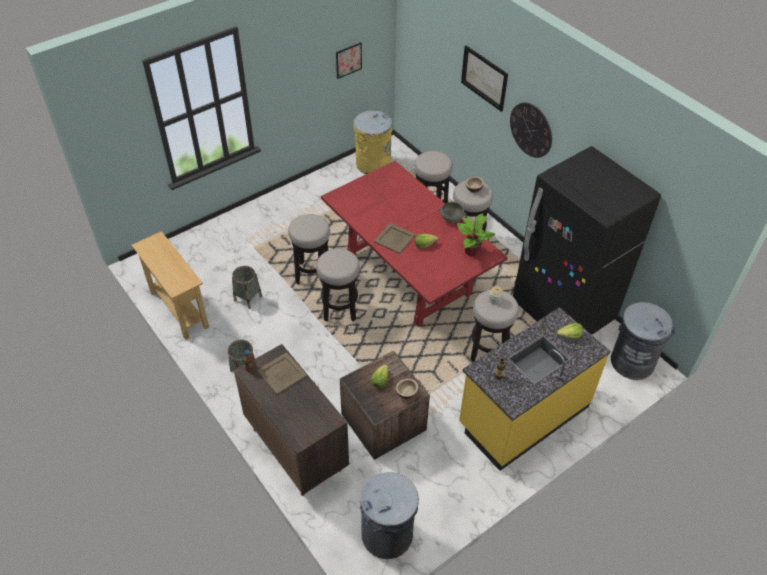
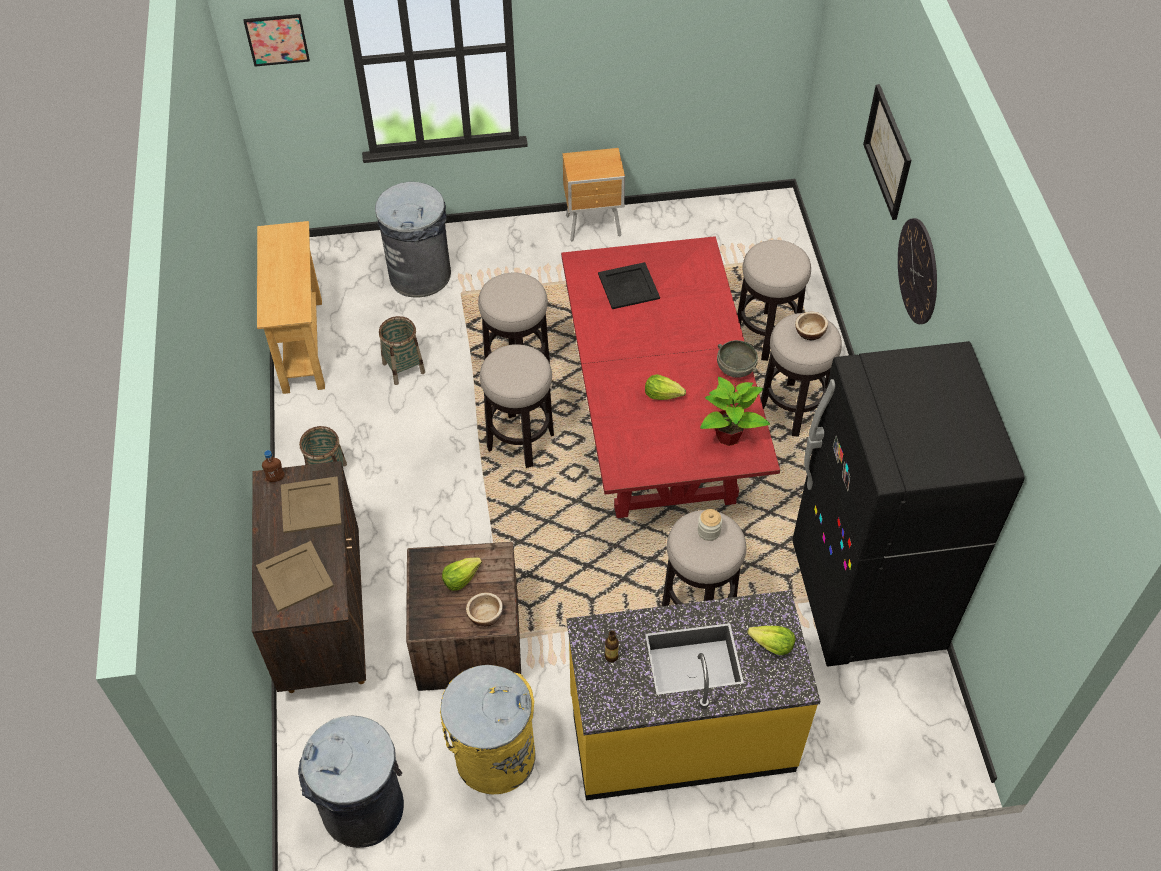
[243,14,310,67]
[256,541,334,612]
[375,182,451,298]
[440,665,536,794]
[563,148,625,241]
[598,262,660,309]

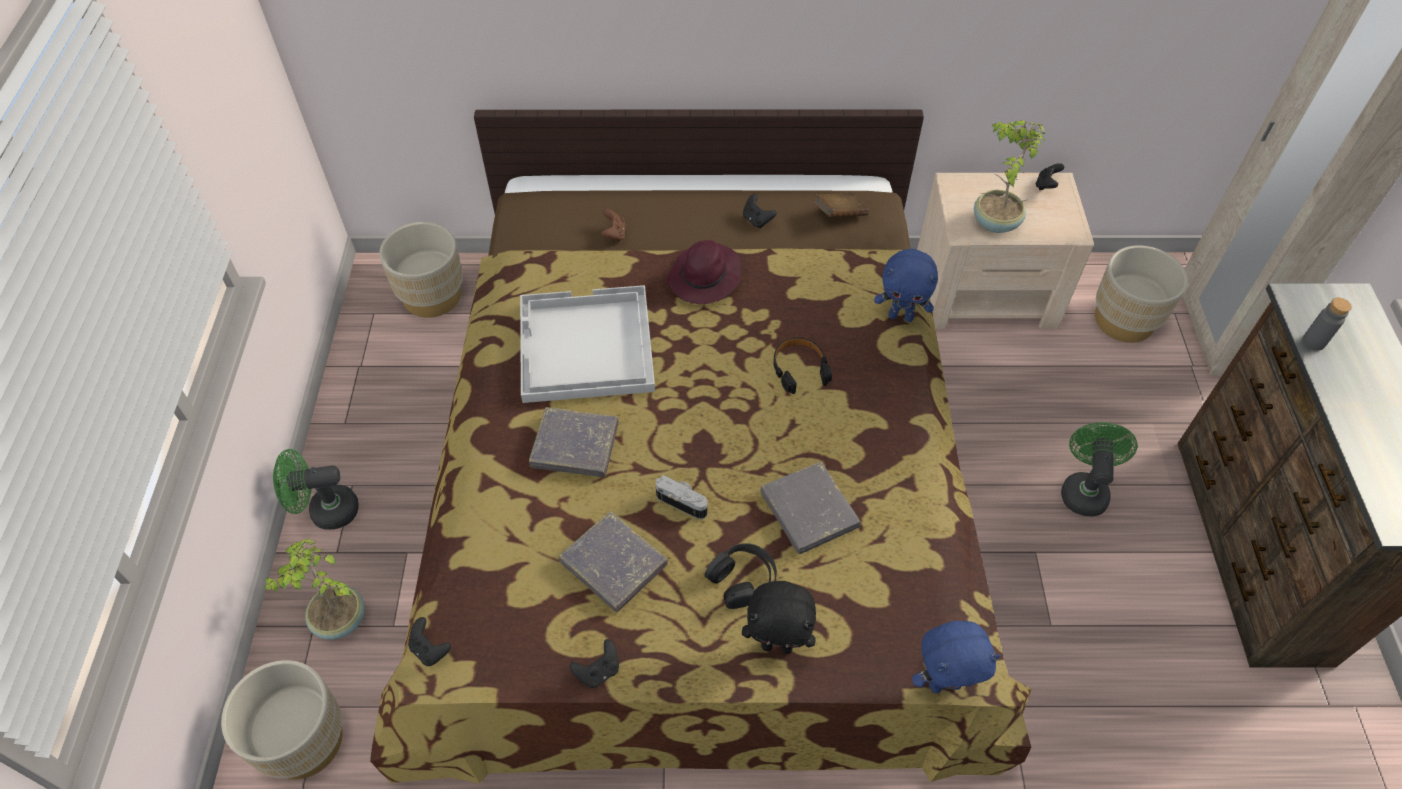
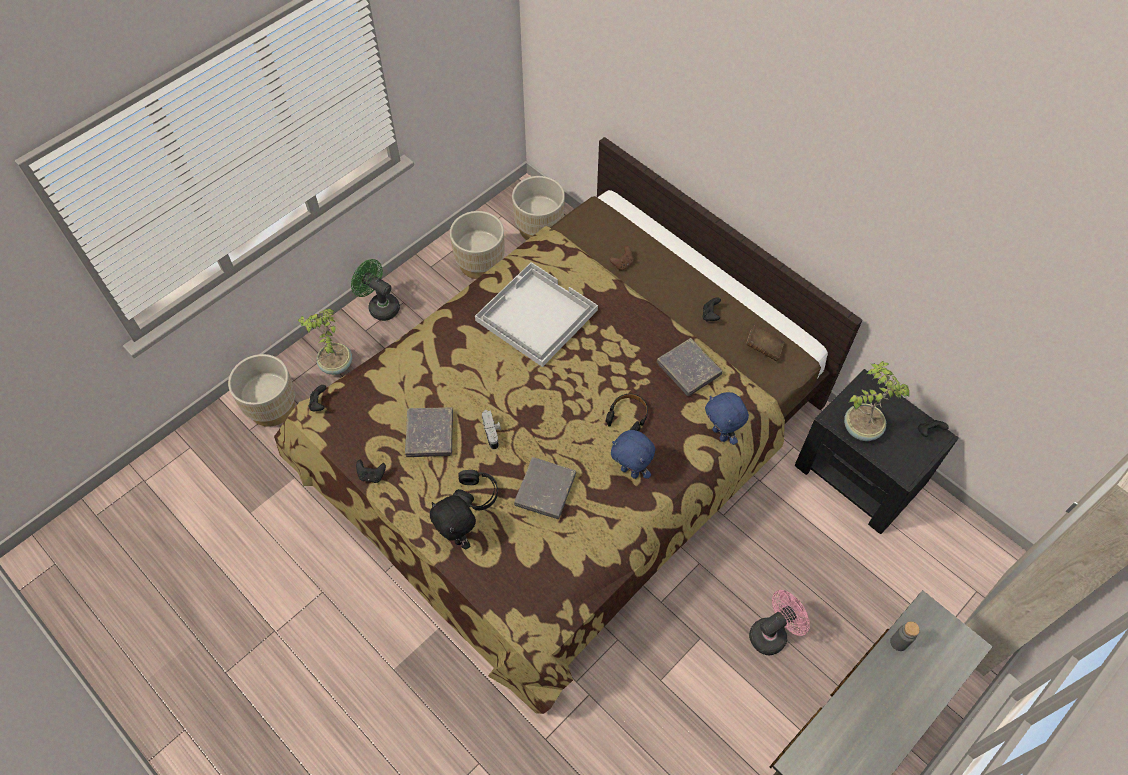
[450,211,505,279]
[611,430,655,479]
[657,338,722,397]
[749,590,810,655]
[795,369,959,534]
[667,240,741,304] (first image)

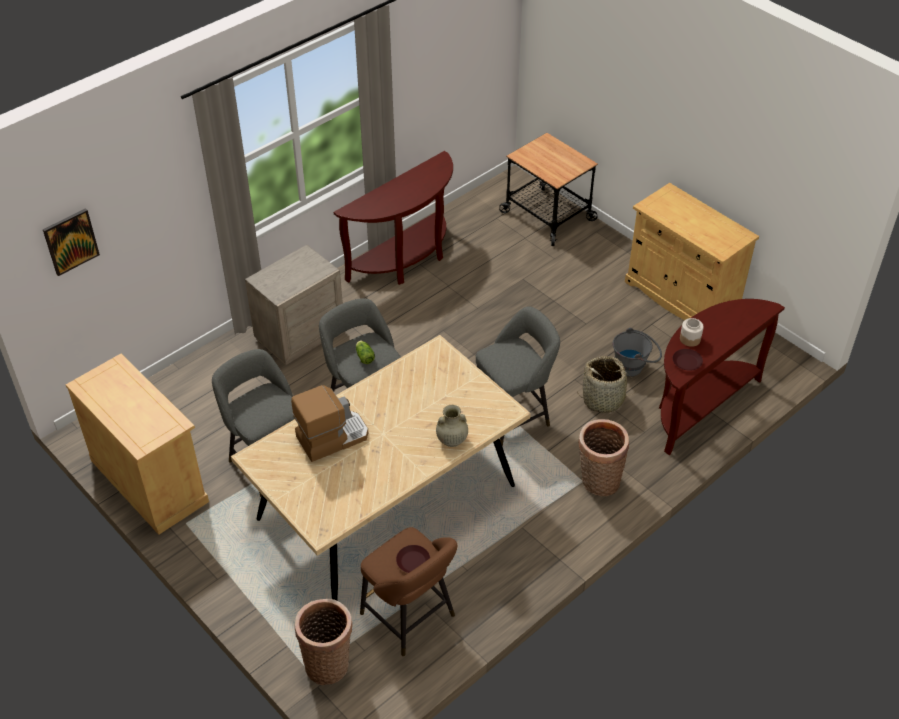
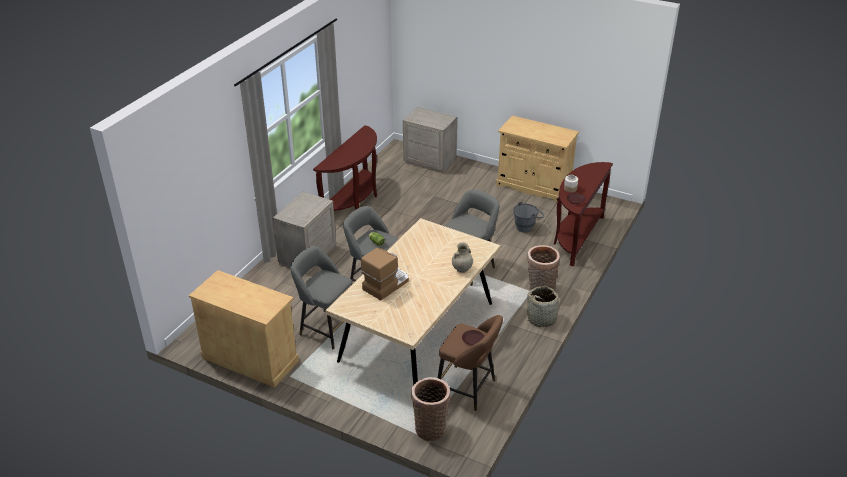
[403,107,457,173]
[525,286,560,327]
[43,208,100,276] (first image)

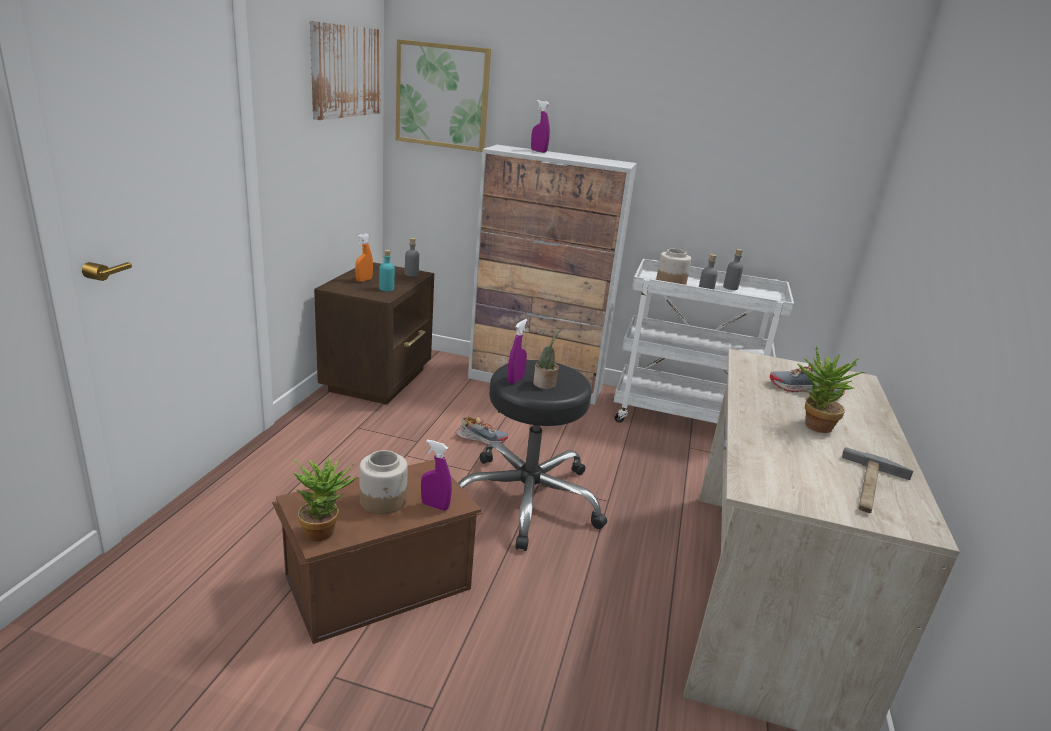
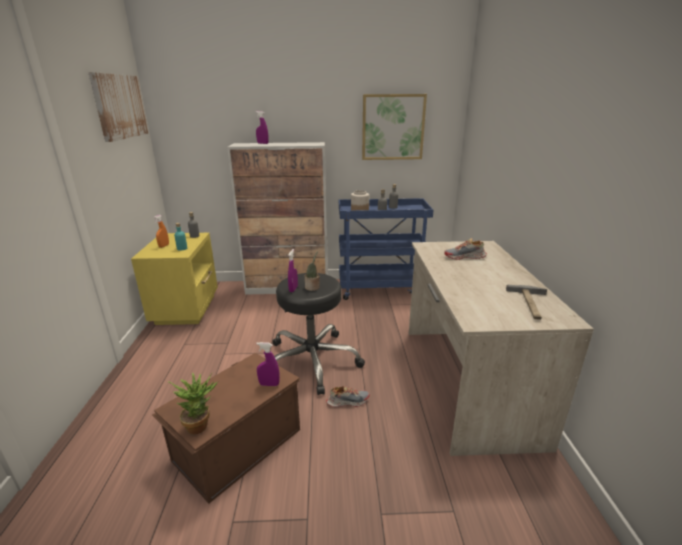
[131,233,218,325]
[326,386,369,407]
[339,198,434,300]
[362,94,427,160]
[359,450,408,514] (first image)
[798,347,865,433] (first image)

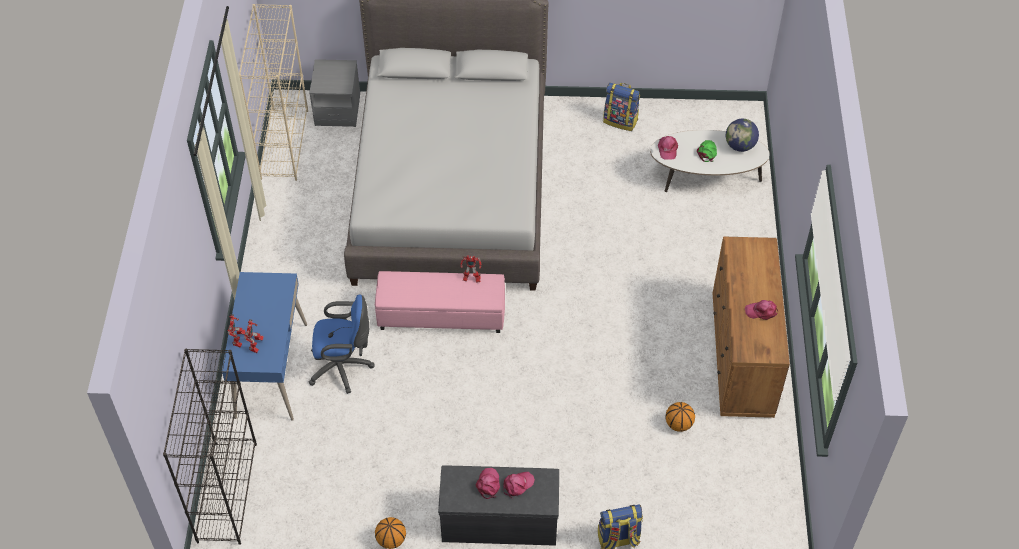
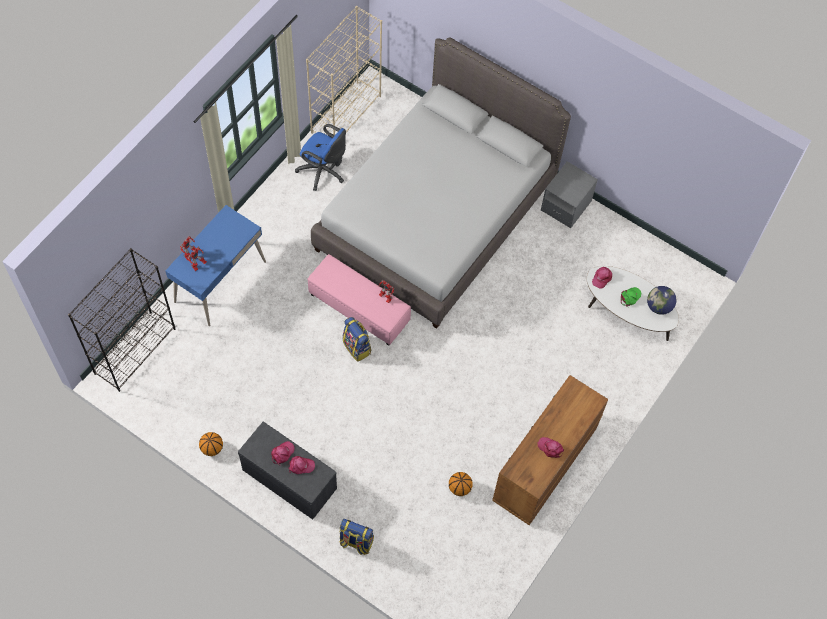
[295,124,346,191]
[343,317,371,362]
[541,161,598,229]

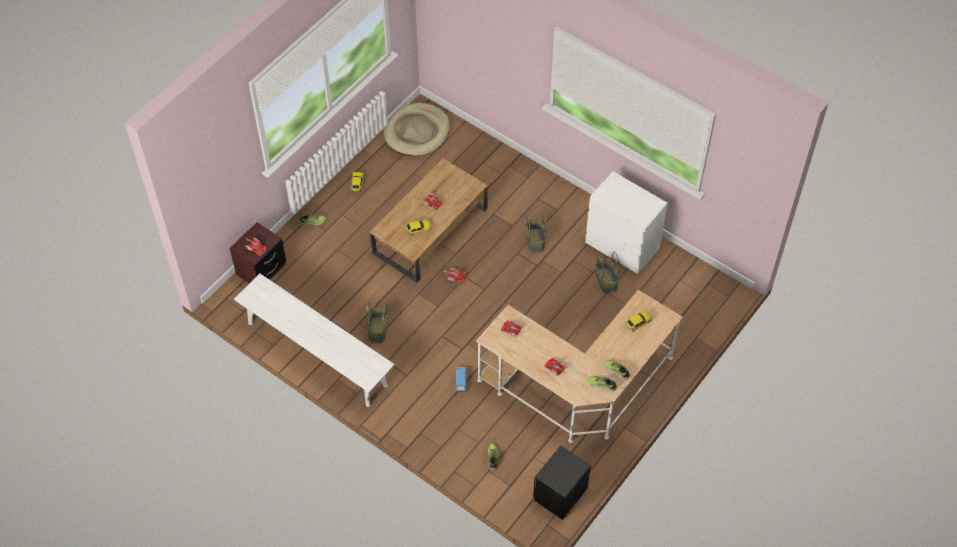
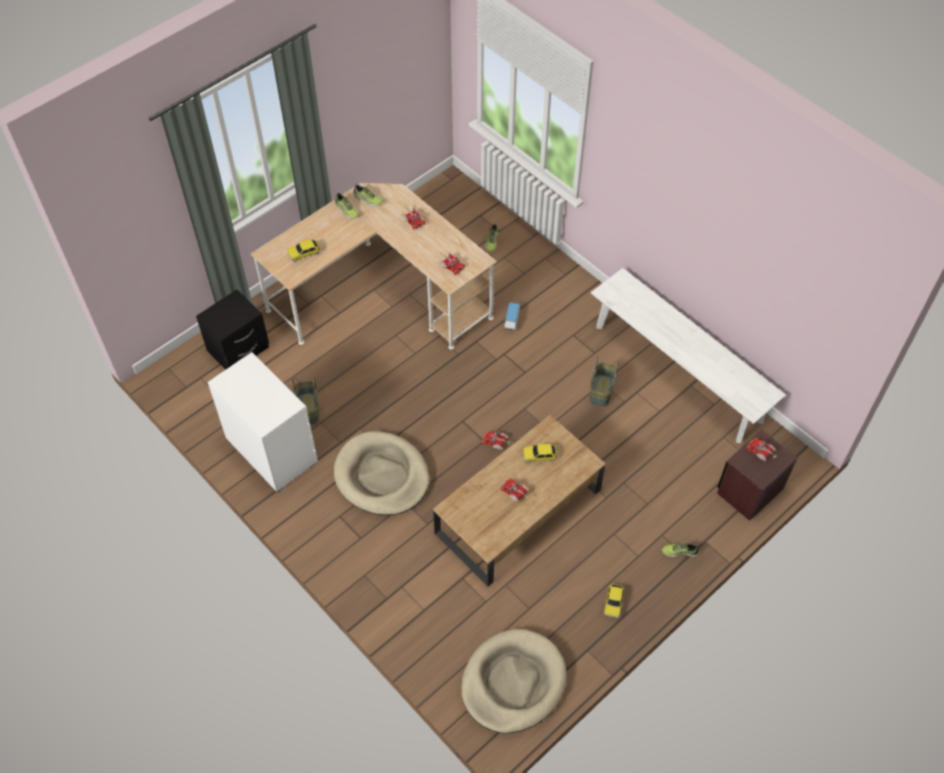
[196,289,269,370]
[334,431,430,515]

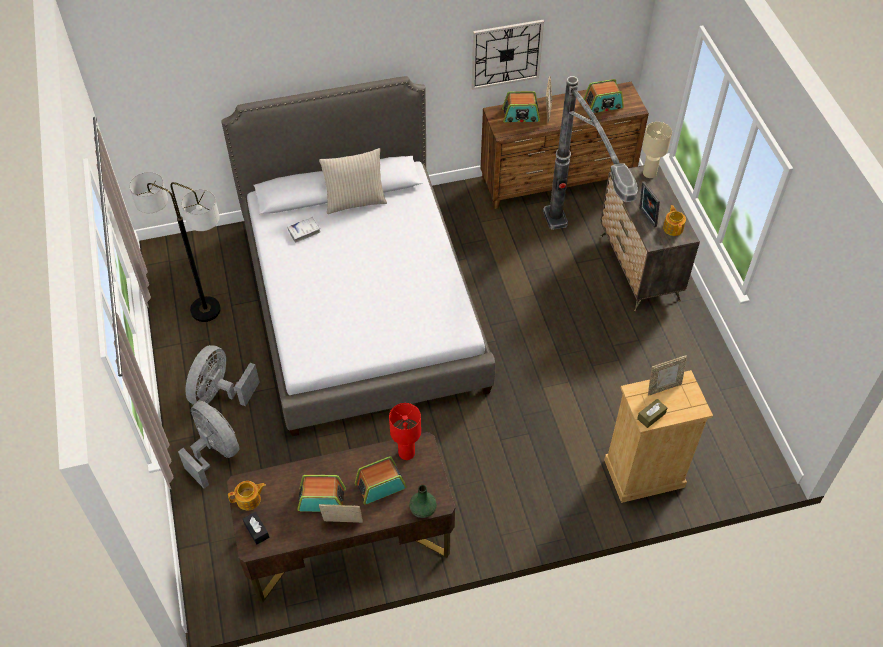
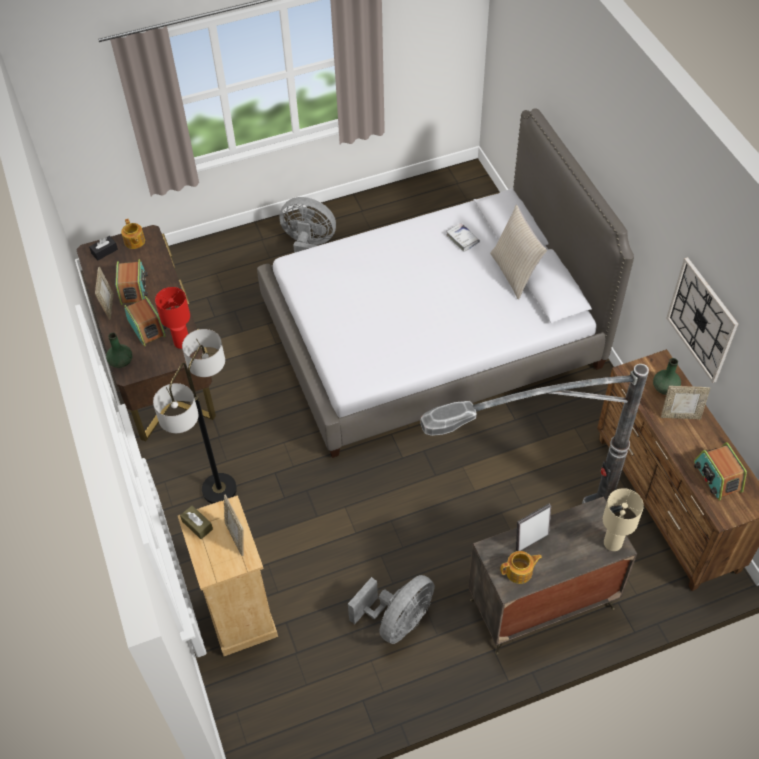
[153,329,237,504]
[348,575,435,644]
[653,358,681,395]

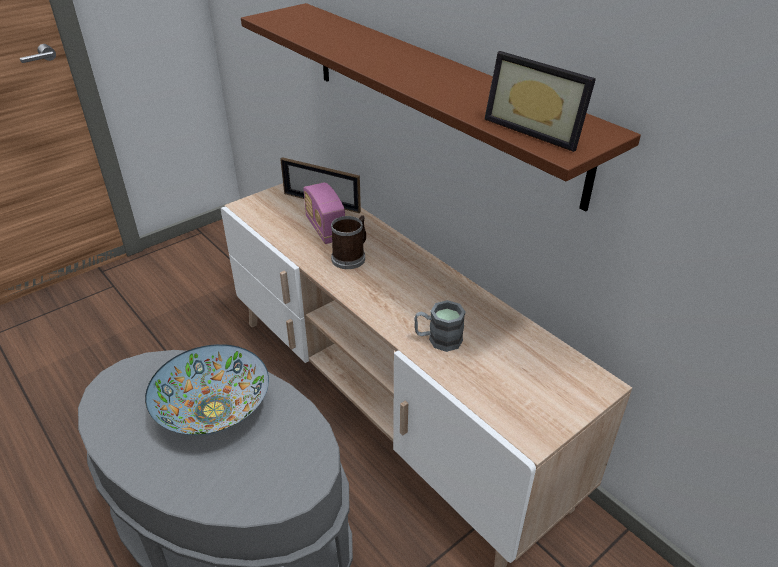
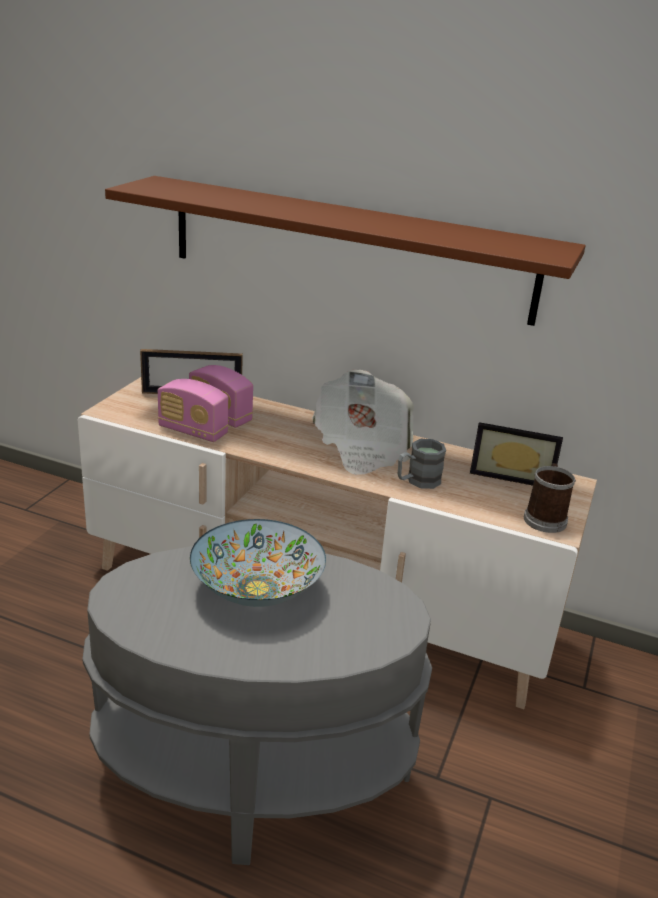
[158,379,229,442]
[312,370,414,475]
[470,422,563,486]
[524,463,576,533]

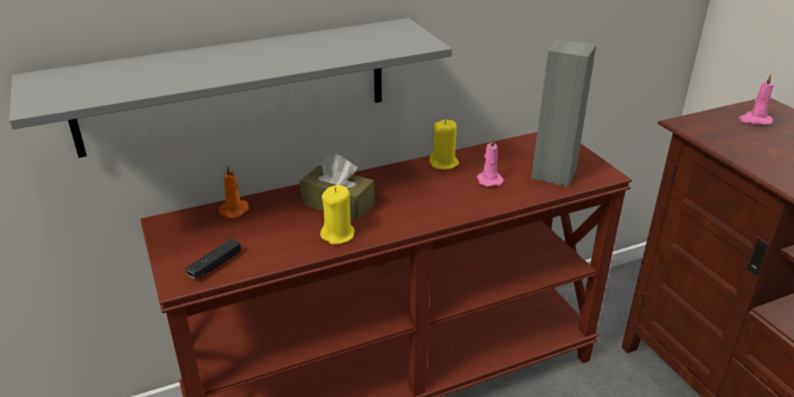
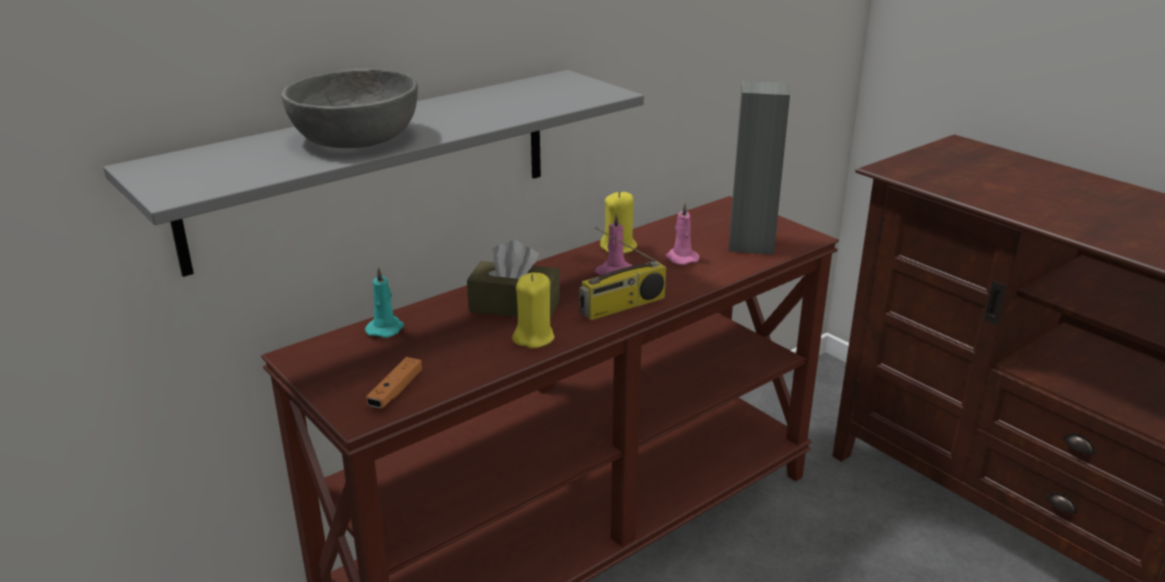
[282,69,418,148]
[365,267,404,338]
[366,357,422,408]
[579,227,666,320]
[594,213,633,275]

